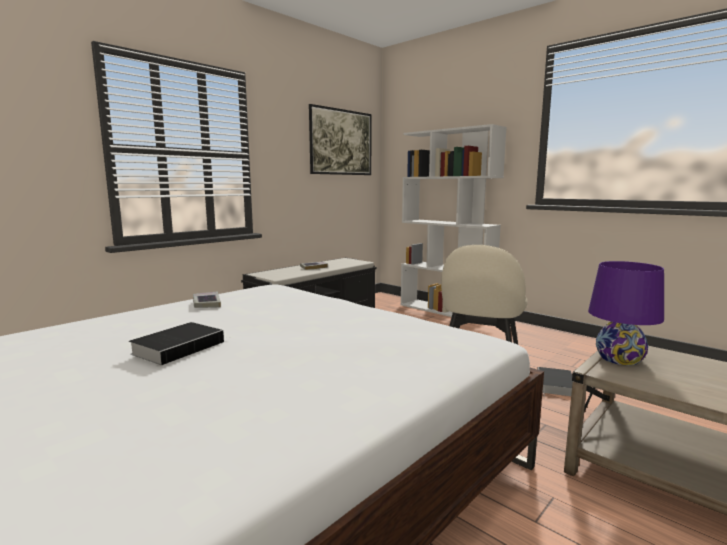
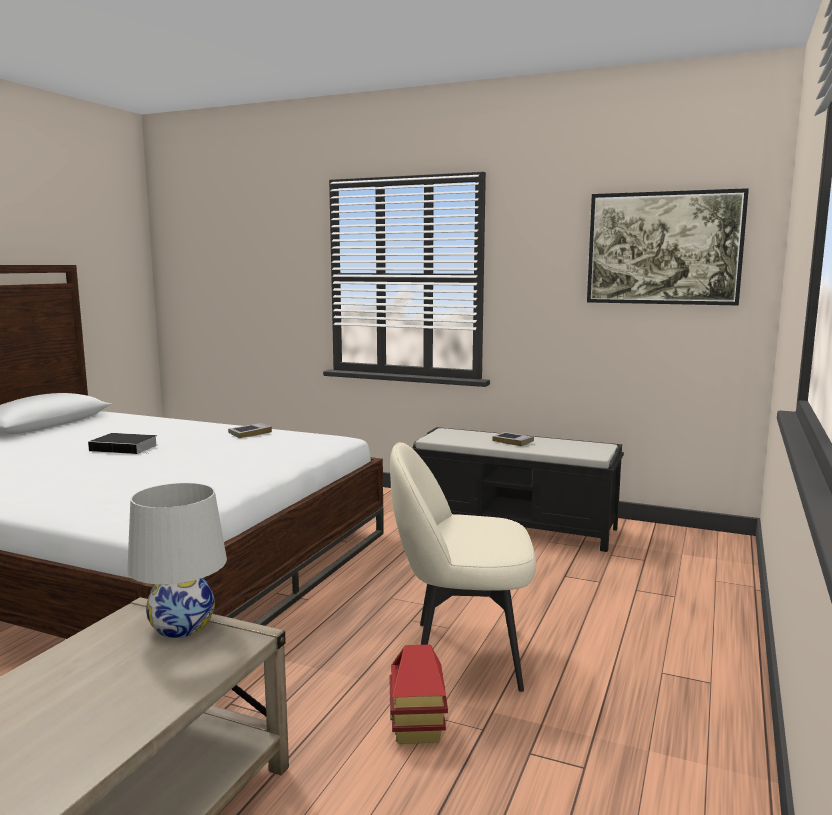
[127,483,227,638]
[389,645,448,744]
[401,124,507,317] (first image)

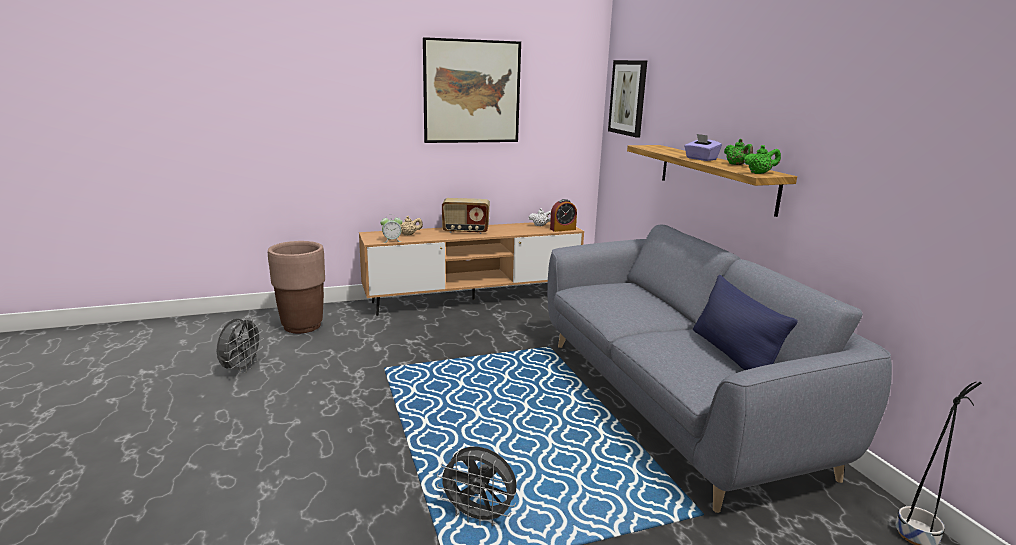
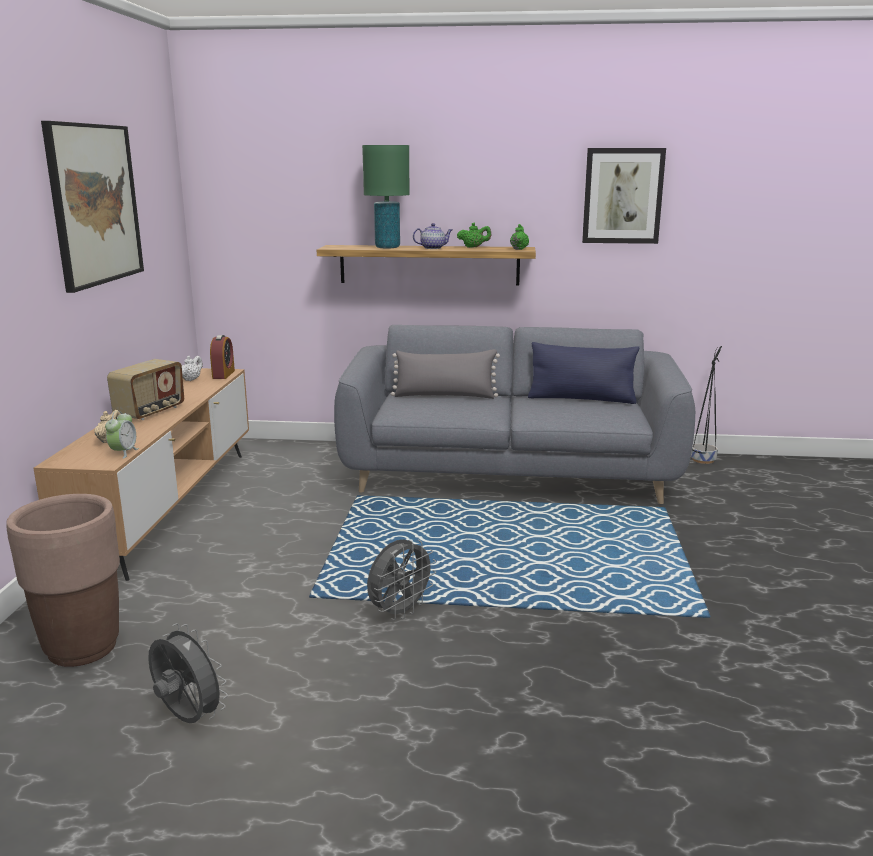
[362,145,409,249]
[367,539,436,620]
[391,349,500,399]
[413,223,452,249]
[582,148,666,244]

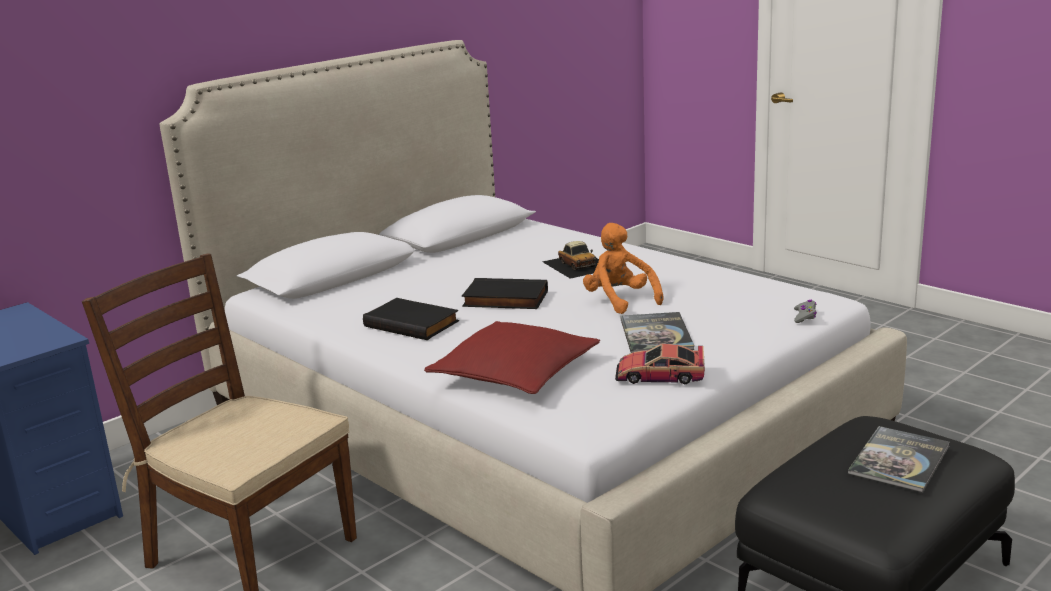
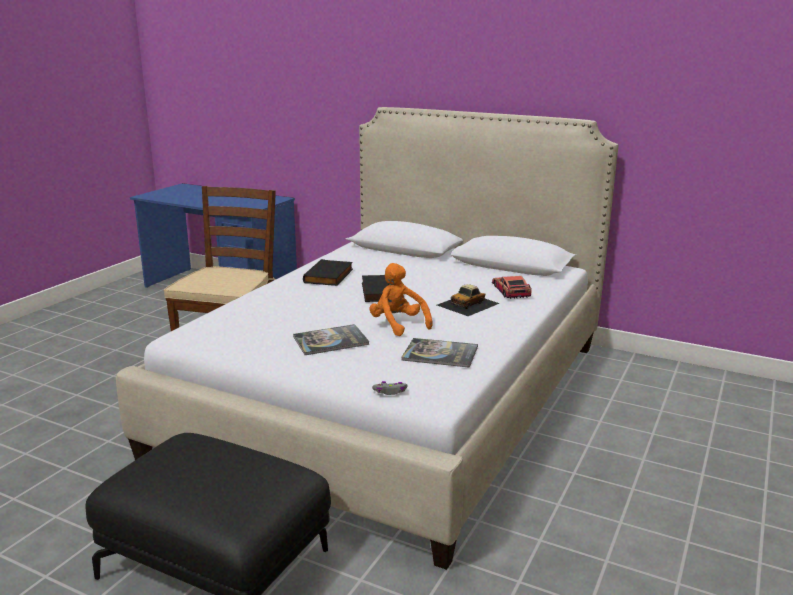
[369,263,433,336]
[401,338,478,368]
[492,276,532,299]
[424,321,600,394] (first image)

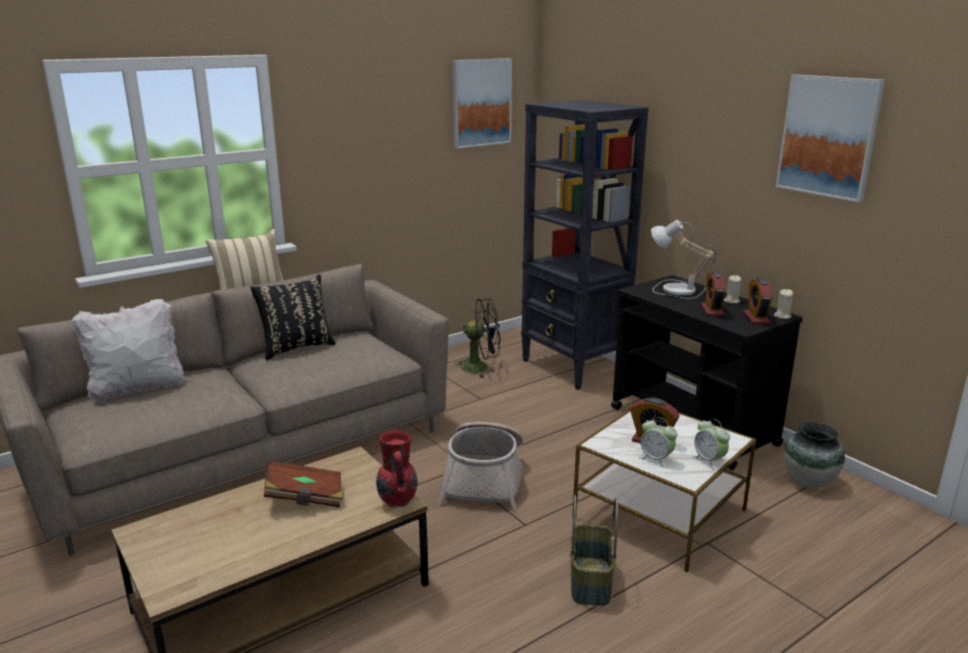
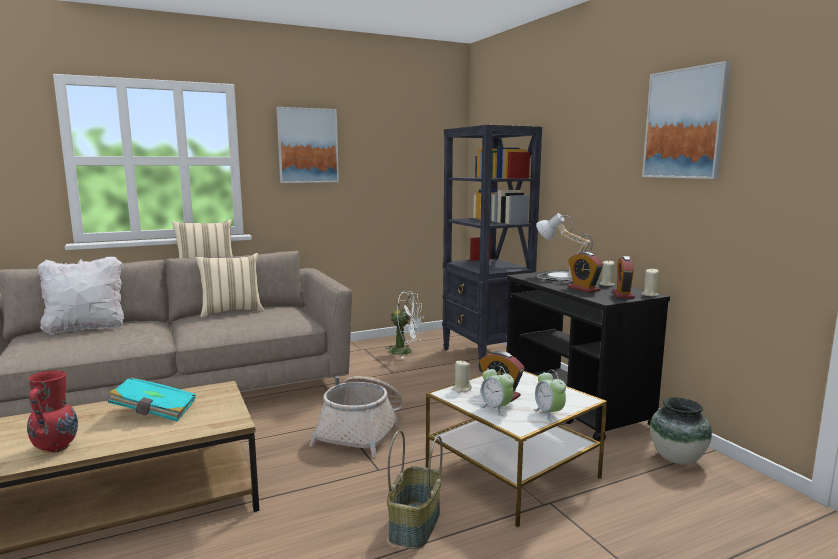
[27,370,78,453]
[108,376,196,421]
[195,253,264,318]
[276,107,339,183]
[385,291,424,358]
[453,360,472,393]
[568,252,603,293]

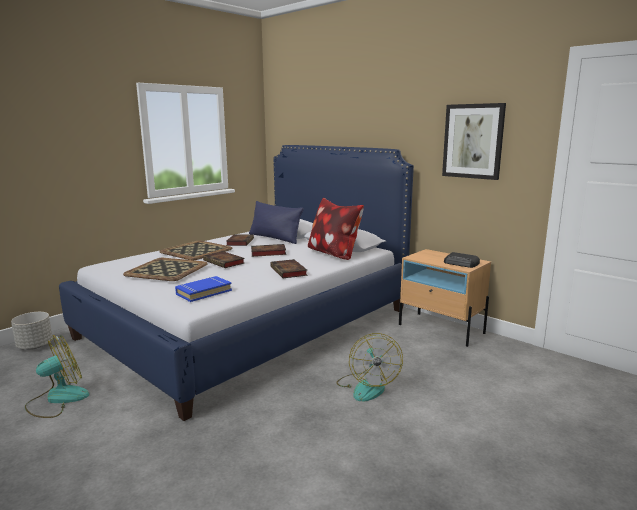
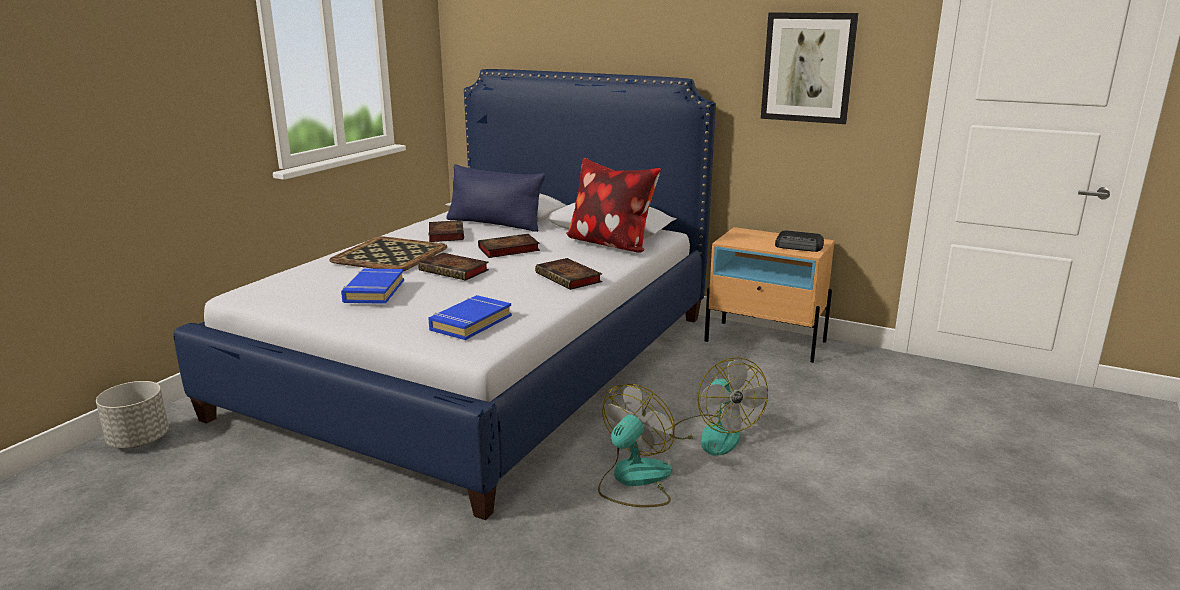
[341,269,404,304]
[598,384,675,507]

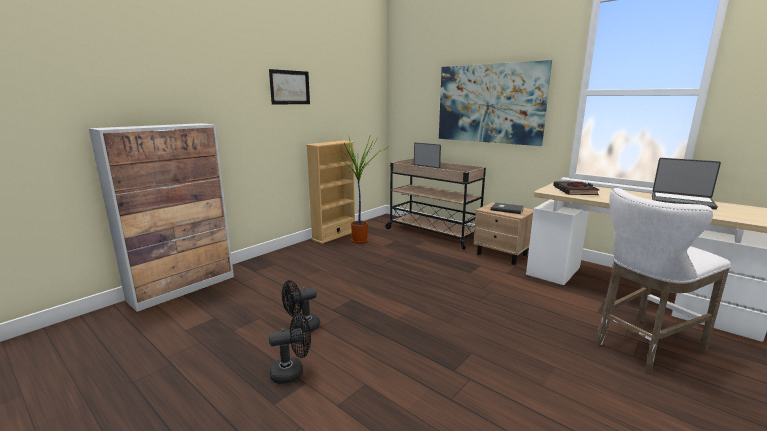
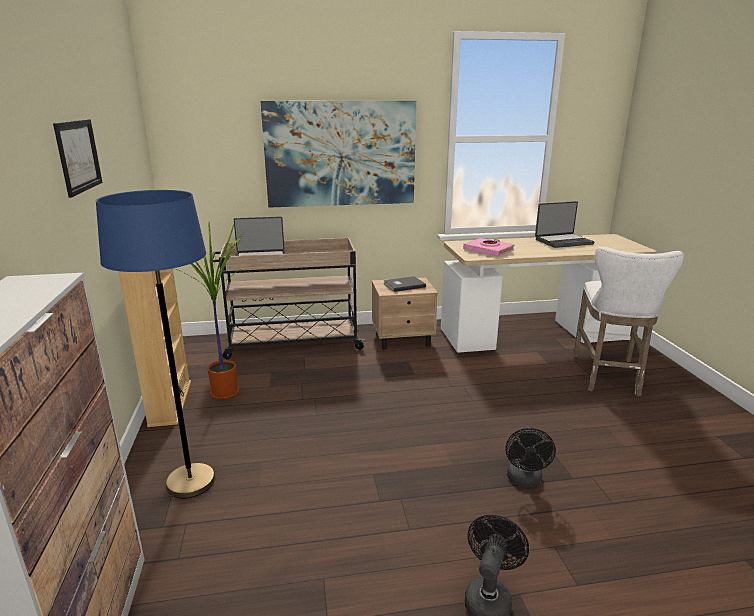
[96,190,215,498]
[463,238,515,256]
[505,426,556,487]

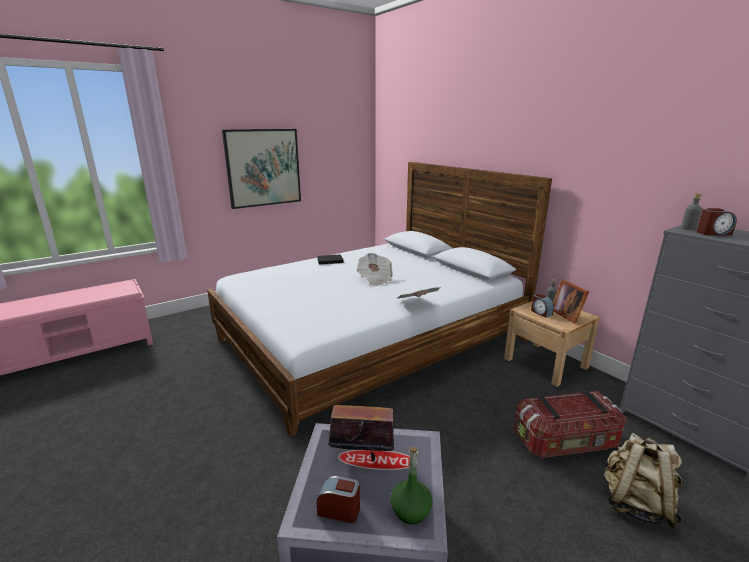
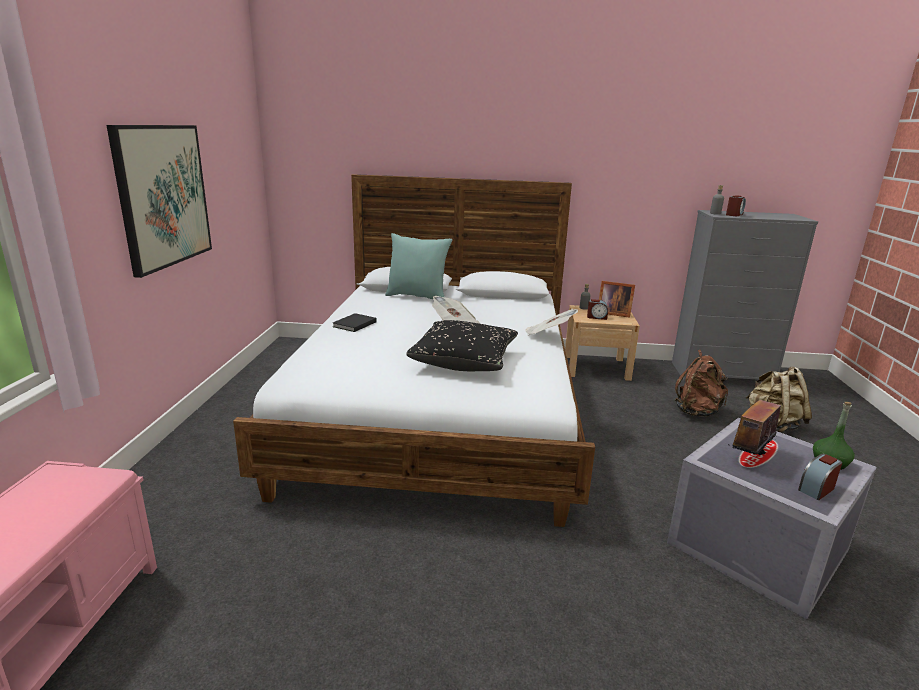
[385,233,452,299]
[406,320,518,371]
[675,350,728,417]

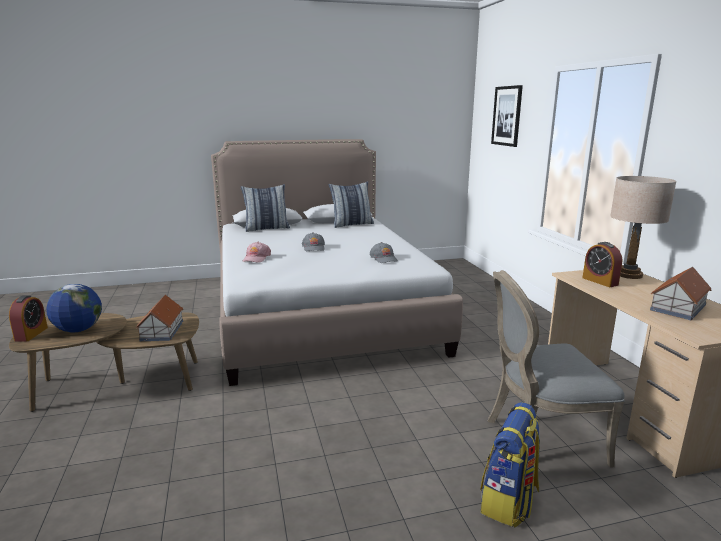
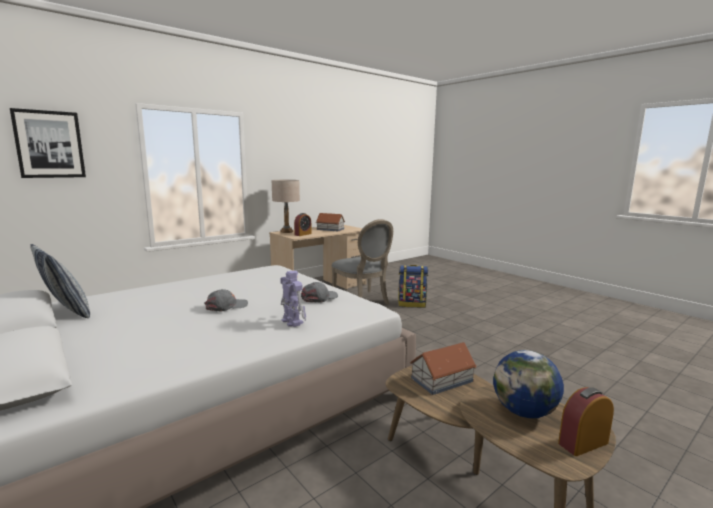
[281,271,306,327]
[301,282,338,302]
[241,184,290,232] (first image)

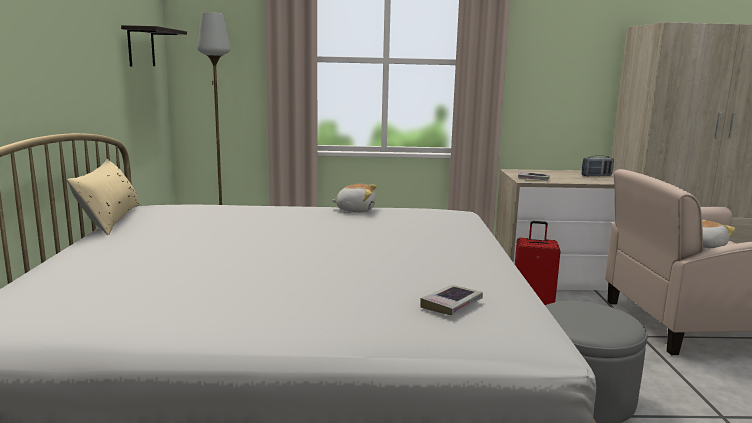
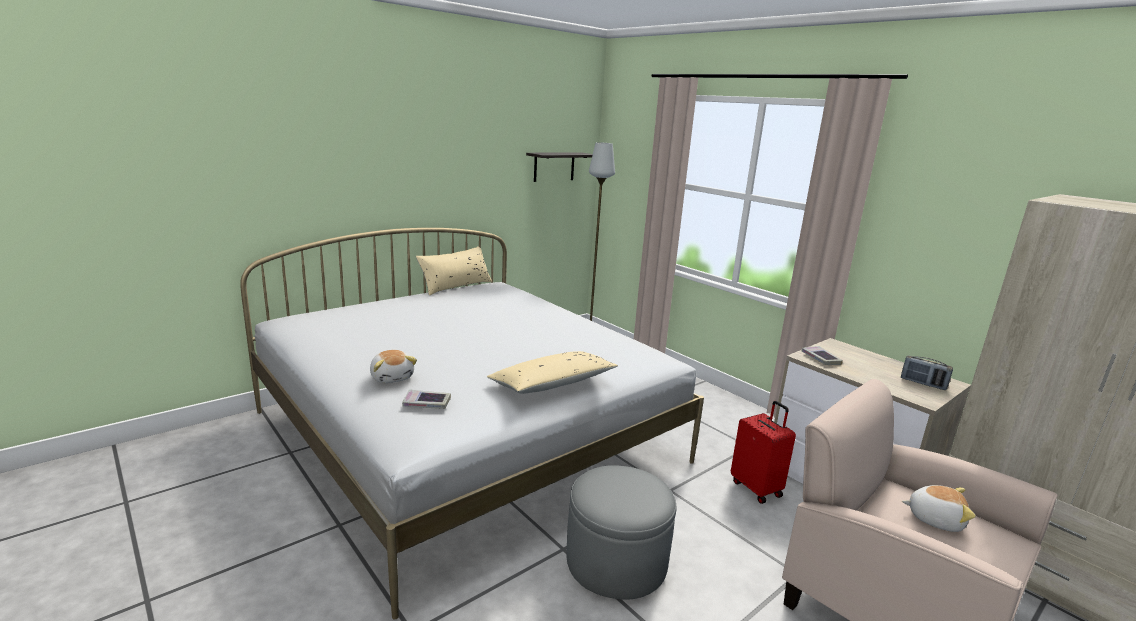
[370,350,417,383]
[487,351,618,394]

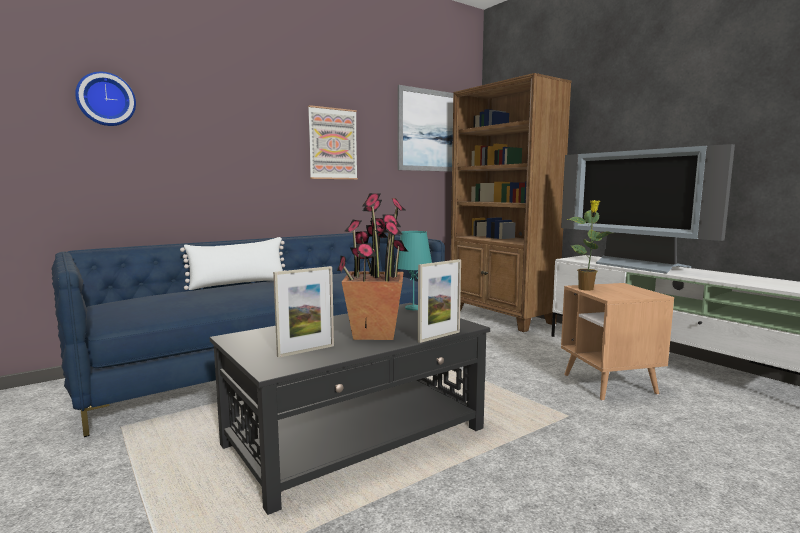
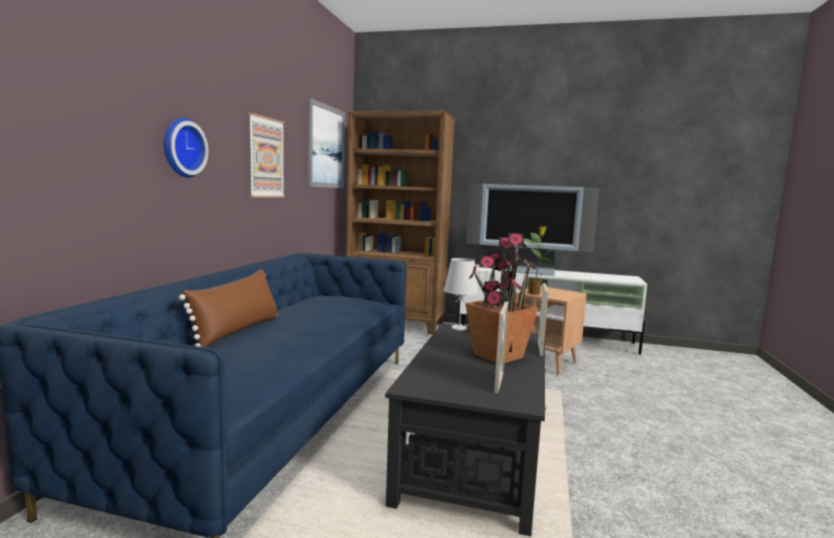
[164,118,208,178]
[179,269,278,347]
[444,258,479,330]

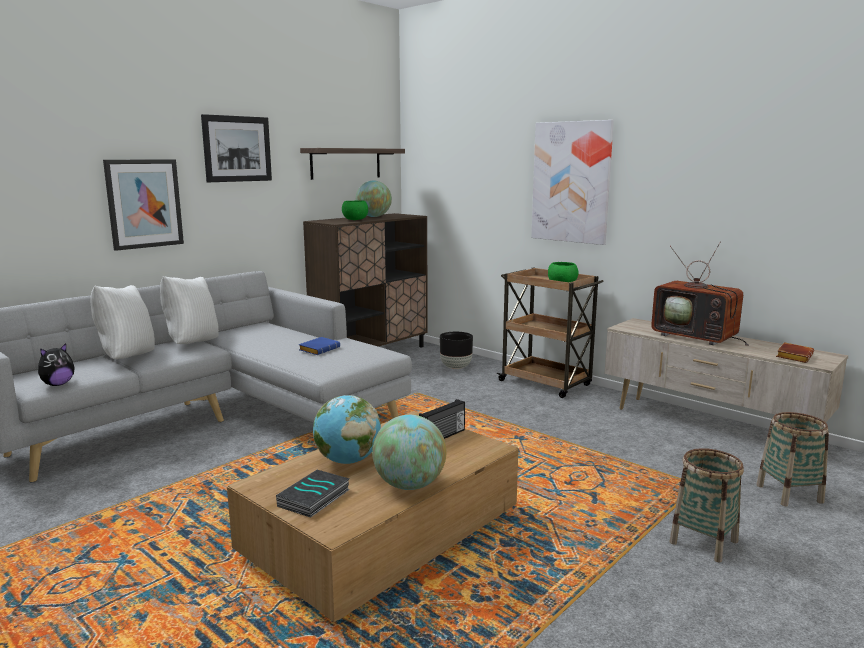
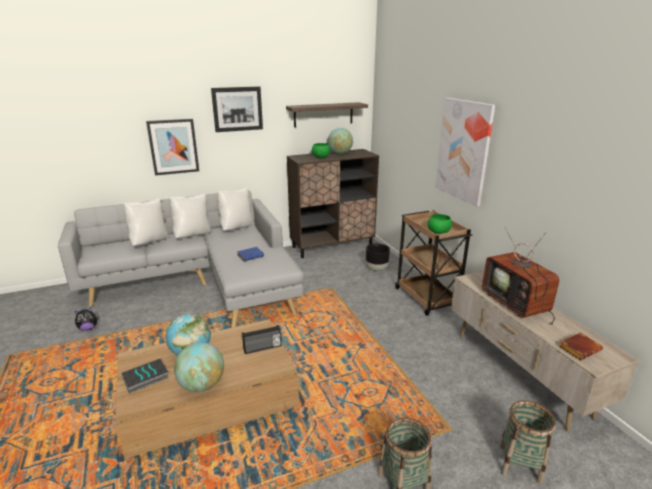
[75,308,99,331]
[217,188,253,231]

